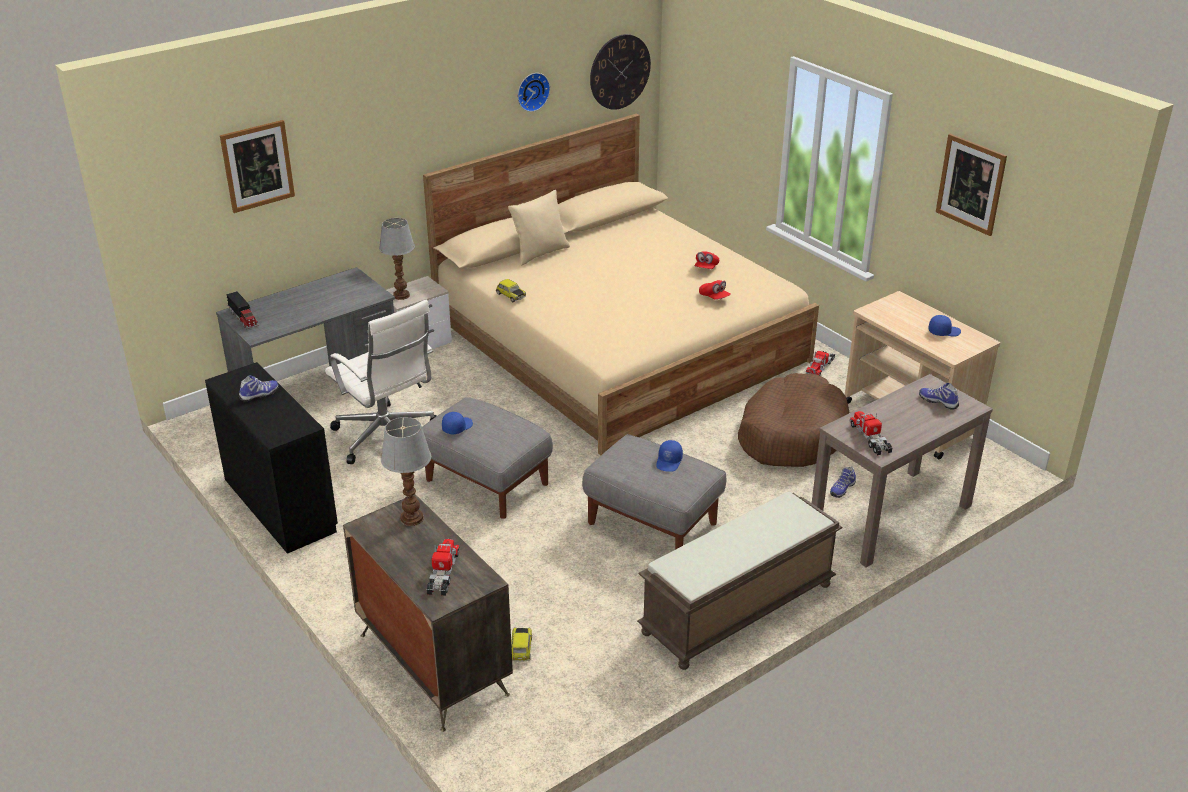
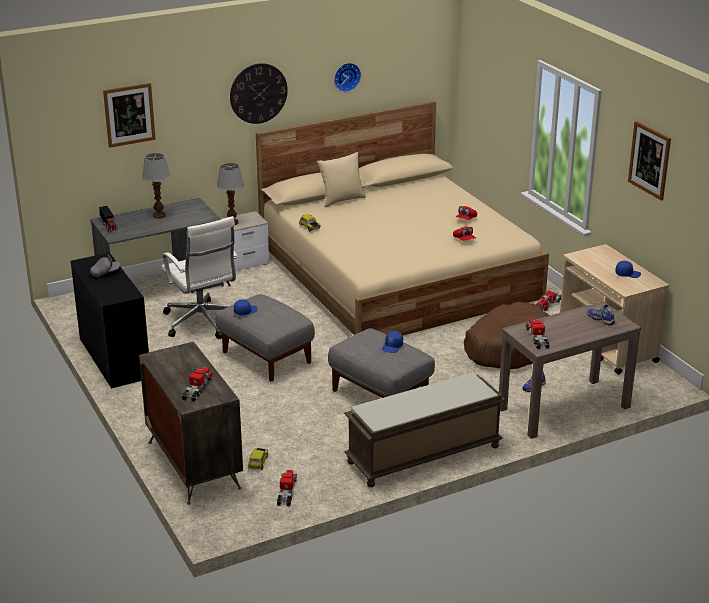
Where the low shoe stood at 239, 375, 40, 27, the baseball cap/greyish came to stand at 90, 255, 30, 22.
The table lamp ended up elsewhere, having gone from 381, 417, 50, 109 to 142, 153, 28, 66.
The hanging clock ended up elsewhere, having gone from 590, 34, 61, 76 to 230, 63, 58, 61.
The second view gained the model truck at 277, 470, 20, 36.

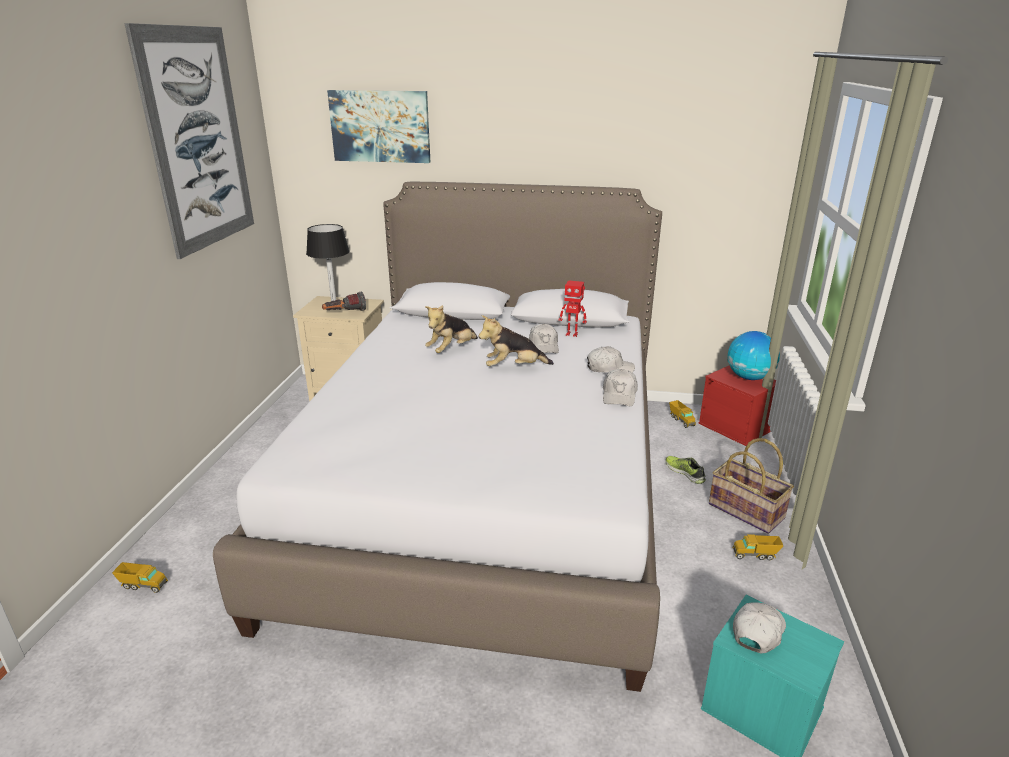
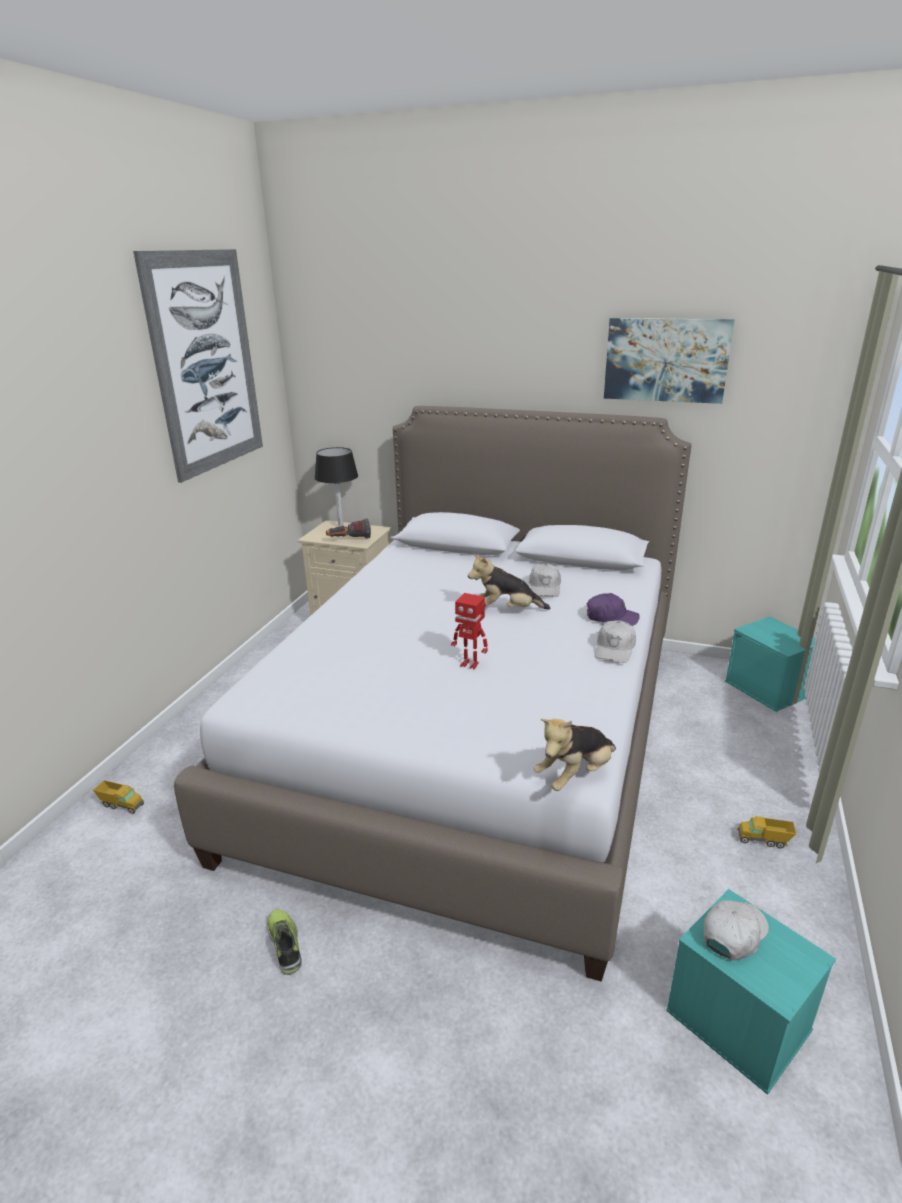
The low shoe ended up elsewhere, having gone from 665, 456, 41, 28 to 268, 909, 34, 66.
The toy robot ended up elsewhere, having gone from 558, 280, 29, 57 to 451, 593, 37, 77.
The cuddly toy ended up elsewhere, having gone from 425, 305, 53, 48 to 533, 719, 83, 72.
What was the baseball cap/white-coloured at 587, 346, 48, 27 turned into the baseball cap/purplish at 587, 593, 53, 33.
The wall picture ended up elsewhere, having gone from 327, 90, 103, 73 to 604, 318, 130, 86.
What was the storage container/red at 698, 365, 78, 81 turned into the storage container/turquoise at 725, 617, 91, 95.
The second view lost the model truck at 669, 400, 27, 28.
The second view lost the household basket at 709, 438, 85, 96.
The second view lost the desk globe at 727, 331, 53, 49.

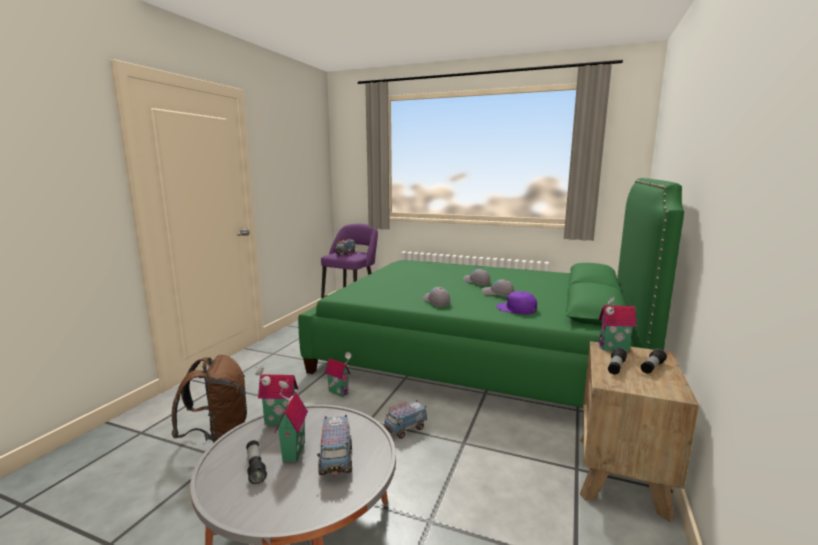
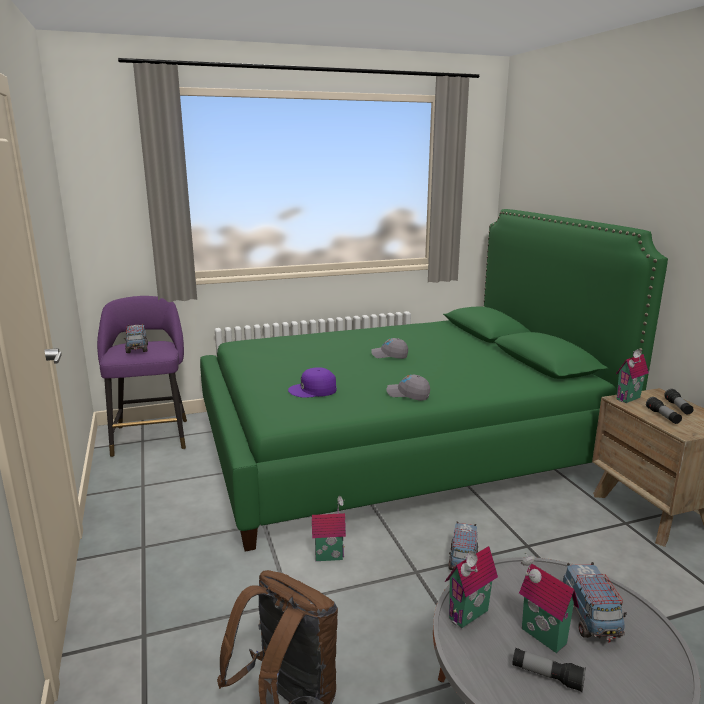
The baseball cap/purplish ended up elsewhere, having gone from 496, 291, 41, 23 to 288, 367, 49, 31.
The model truck at 317, 415, 35, 62 ended up facing another way, 45 degrees clockwise from before.
The second view lost the baseball cap/greyish at 482, 279, 32, 18.

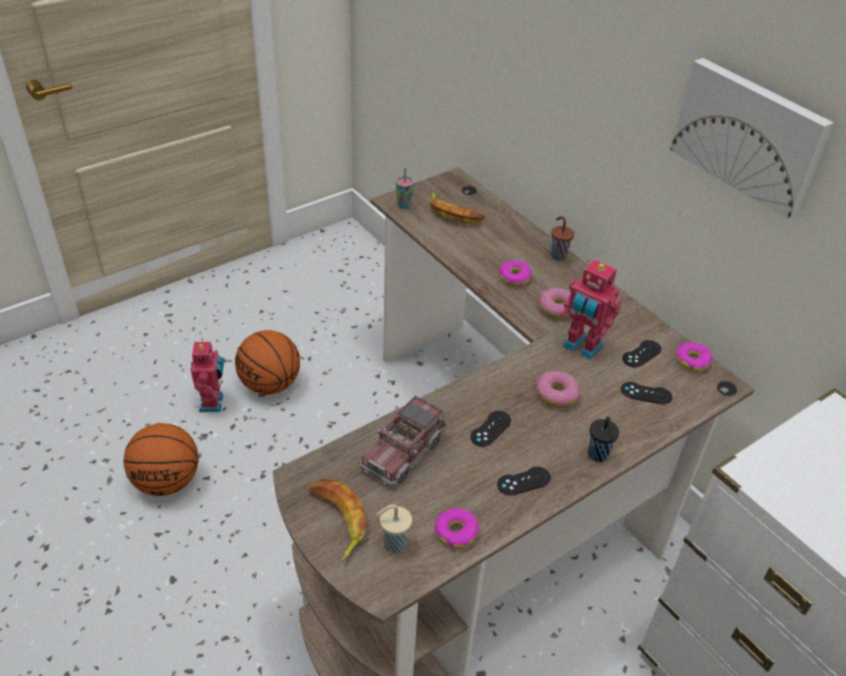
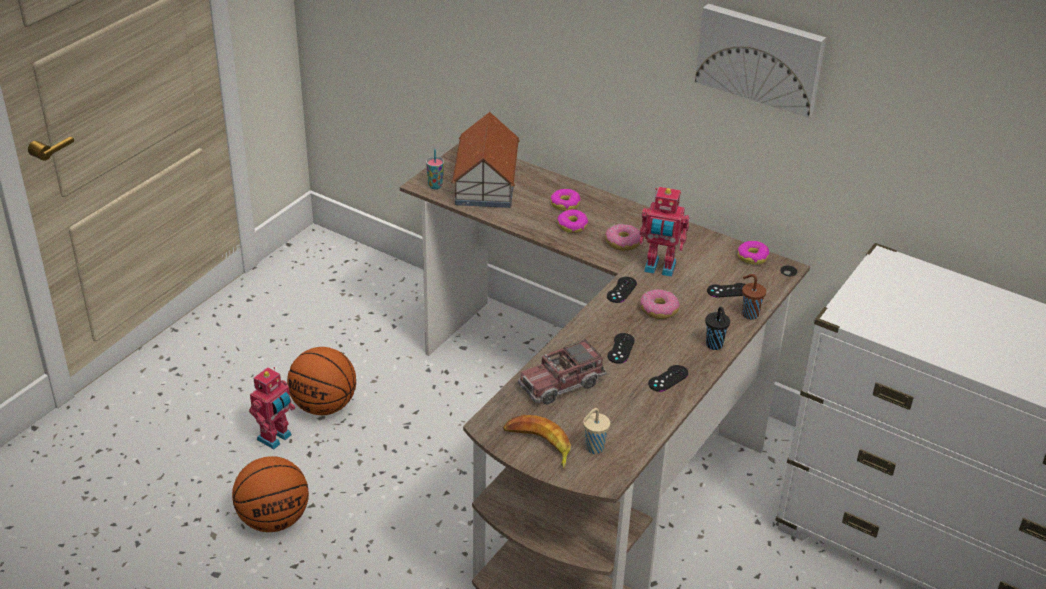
The toy robot at 191, 338, 33, 74 ended up facing another way, 60 degrees clockwise from before.
Where the whole banana stood at 429, 192, 56, 31, the model house came to stand at 451, 112, 69, 96.
The model truck at 360, 396, 88, 91 ended up facing another way, 45 degrees clockwise from before.
The ring doughnut ended up elsewhere, having gone from 434, 508, 45, 41 to 551, 189, 29, 22.
The game controller/black-coloured ended up elsewhere, having gone from 622, 340, 39, 28 to 607, 277, 30, 26.
The drinking cup/brownish ended up elsewhere, having gone from 551, 216, 23, 45 to 742, 274, 24, 46.

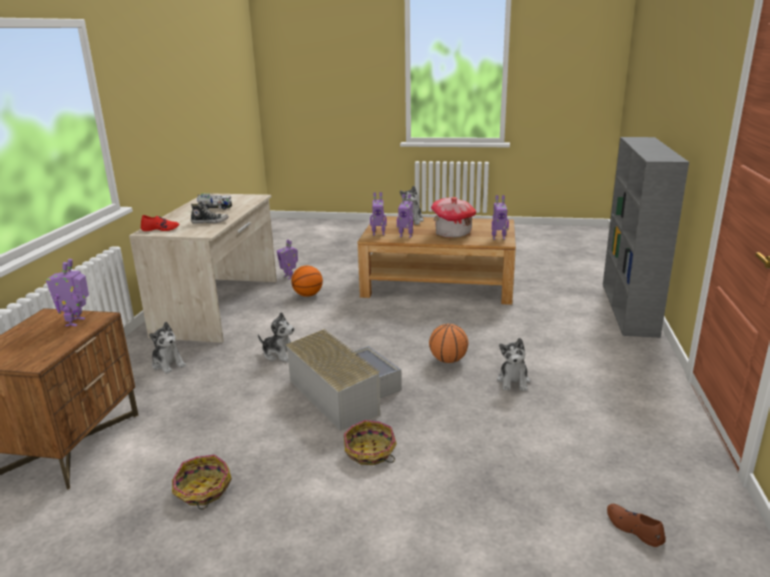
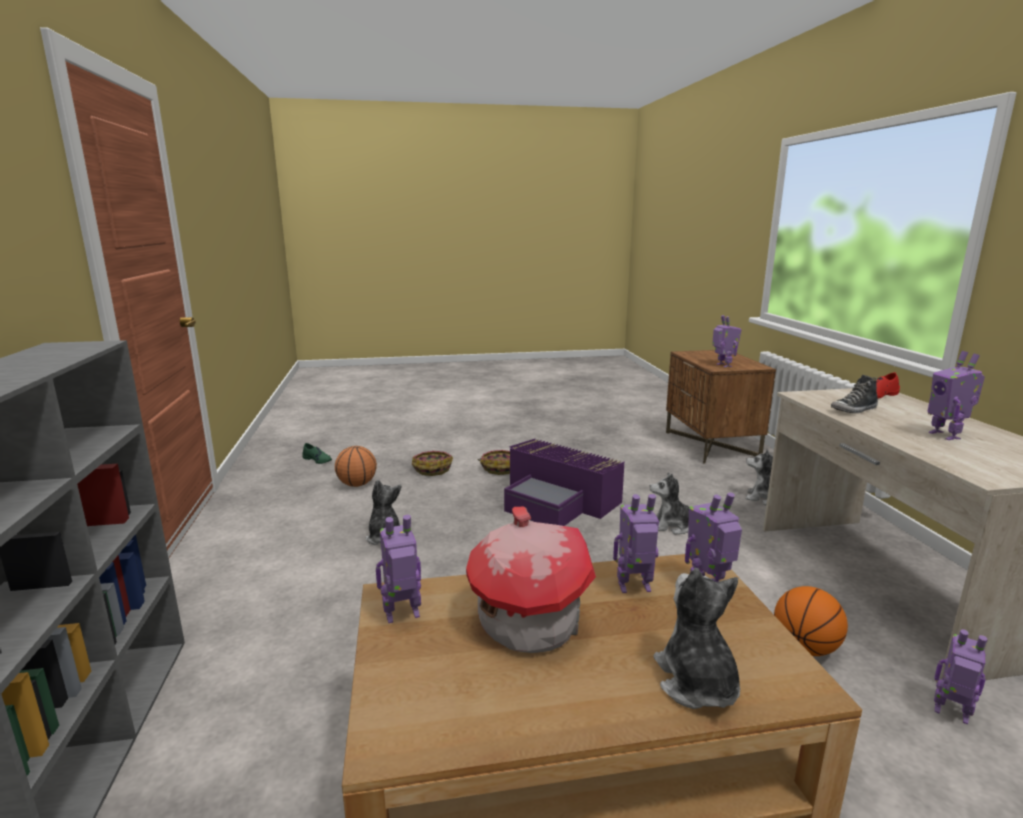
What was the low shoe/brownish at 607, 504, 59, 43 turned into the low shoe/green at 302, 443, 30, 21.
The ball for basketball ended up elsewhere, having gone from 429, 324, 39, 39 to 335, 446, 42, 41.
The household basket ended up elsewhere, having gone from 172, 455, 60, 55 to 412, 451, 41, 25.
What was the storage container/greyish at 286, 329, 116, 102 turned into the storage container/purplish at 504, 438, 121, 88.
Where the model truck stood at 197, 194, 35, 16, the toy robot came to stand at 928, 351, 57, 89.

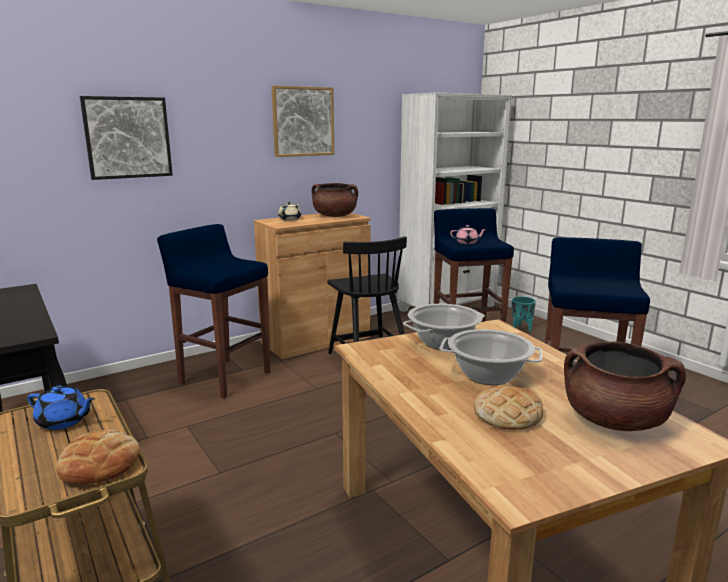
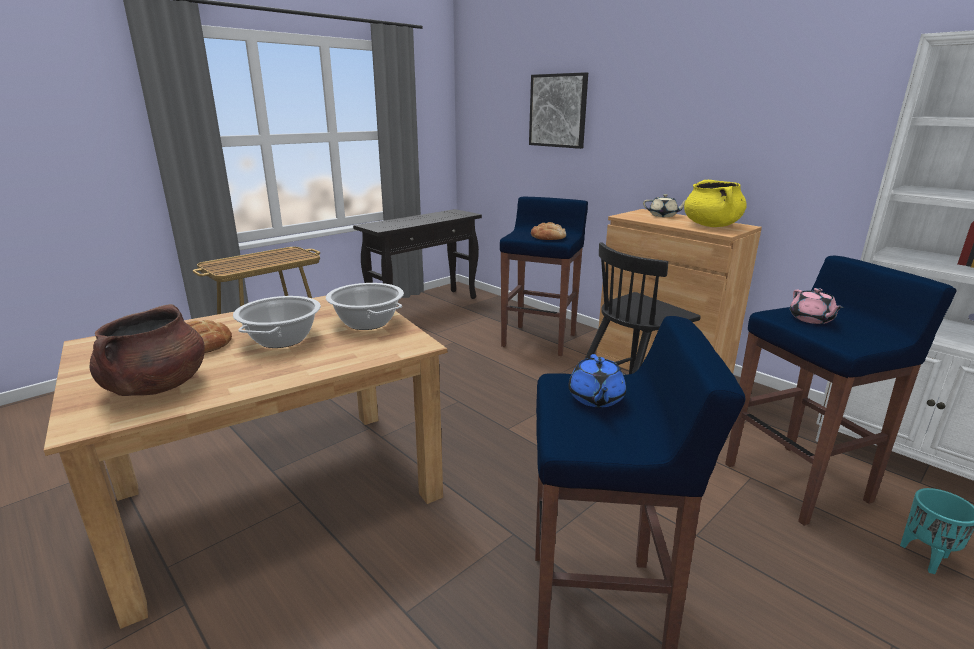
The bakery bread ended up elsewhere, having gone from 57, 430, 83, 55 to 531, 222, 35, 18.
The tea pot/bluish ended up elsewhere, having gone from 27, 385, 68, 45 to 568, 354, 58, 53.
What was the saucepot/brownish at 312, 183, 46, 34 turned into the saucepot/yellowish at 684, 180, 63, 47.
The second view lost the wall picture at 272, 86, 62, 71.

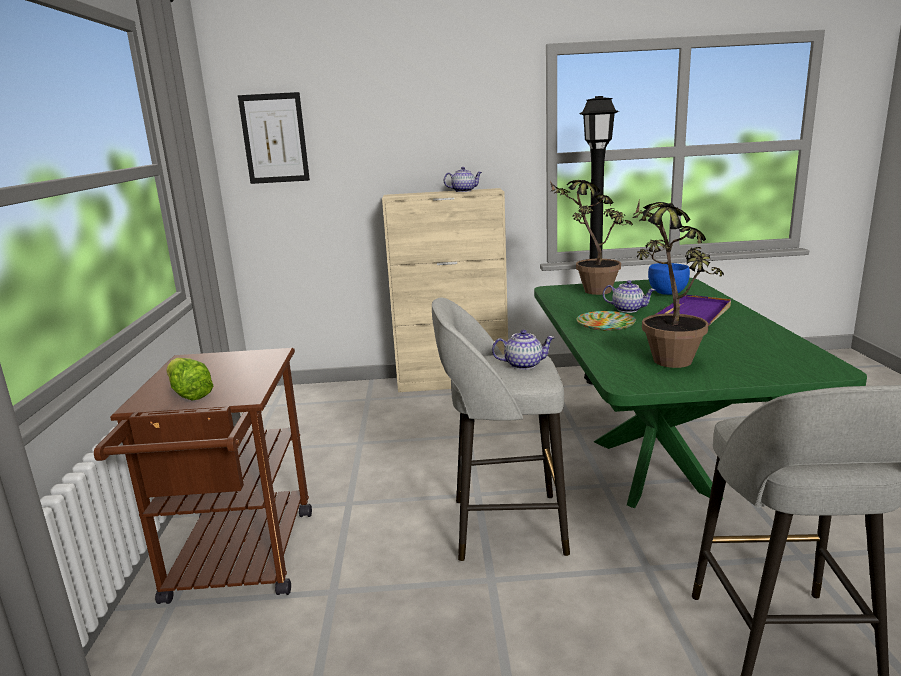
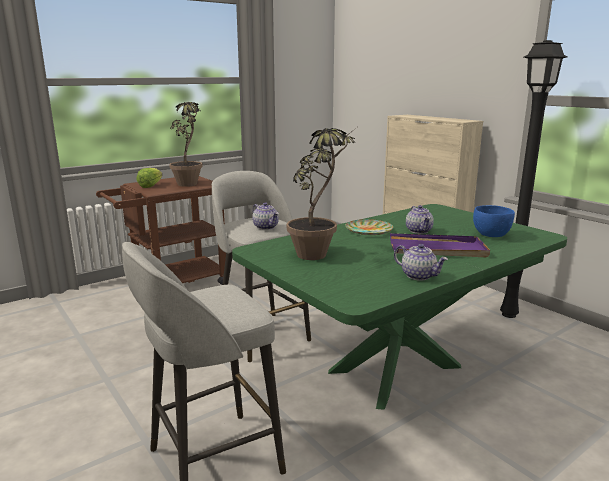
The houseplant ended up elsewhere, having gone from 550, 180, 83, 115 to 169, 102, 34, 85.
The tea pot ended up elsewhere, having gone from 444, 167, 38, 25 to 394, 244, 54, 37.
The second view lost the wall picture at 238, 92, 72, 92.

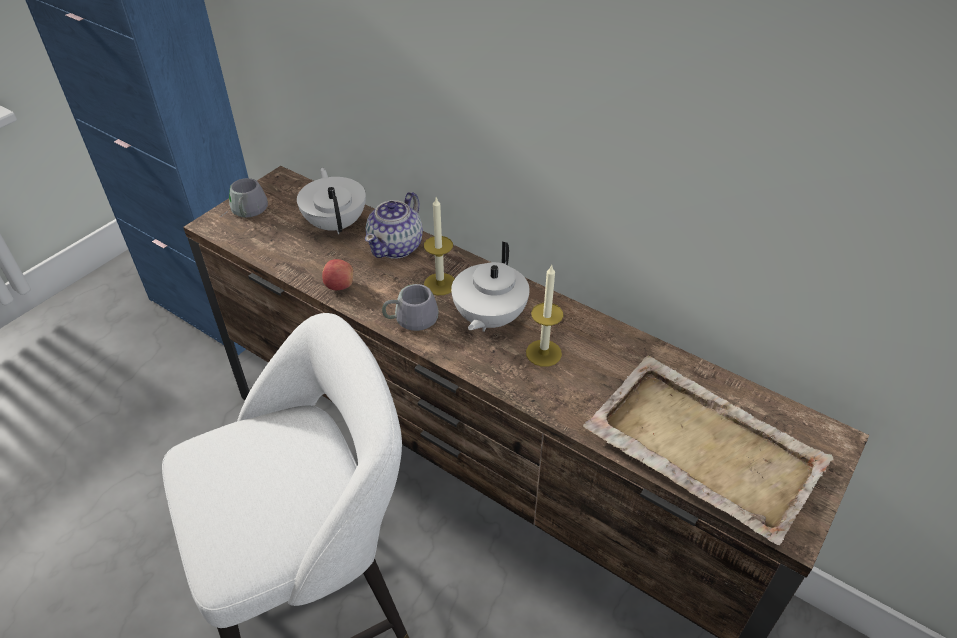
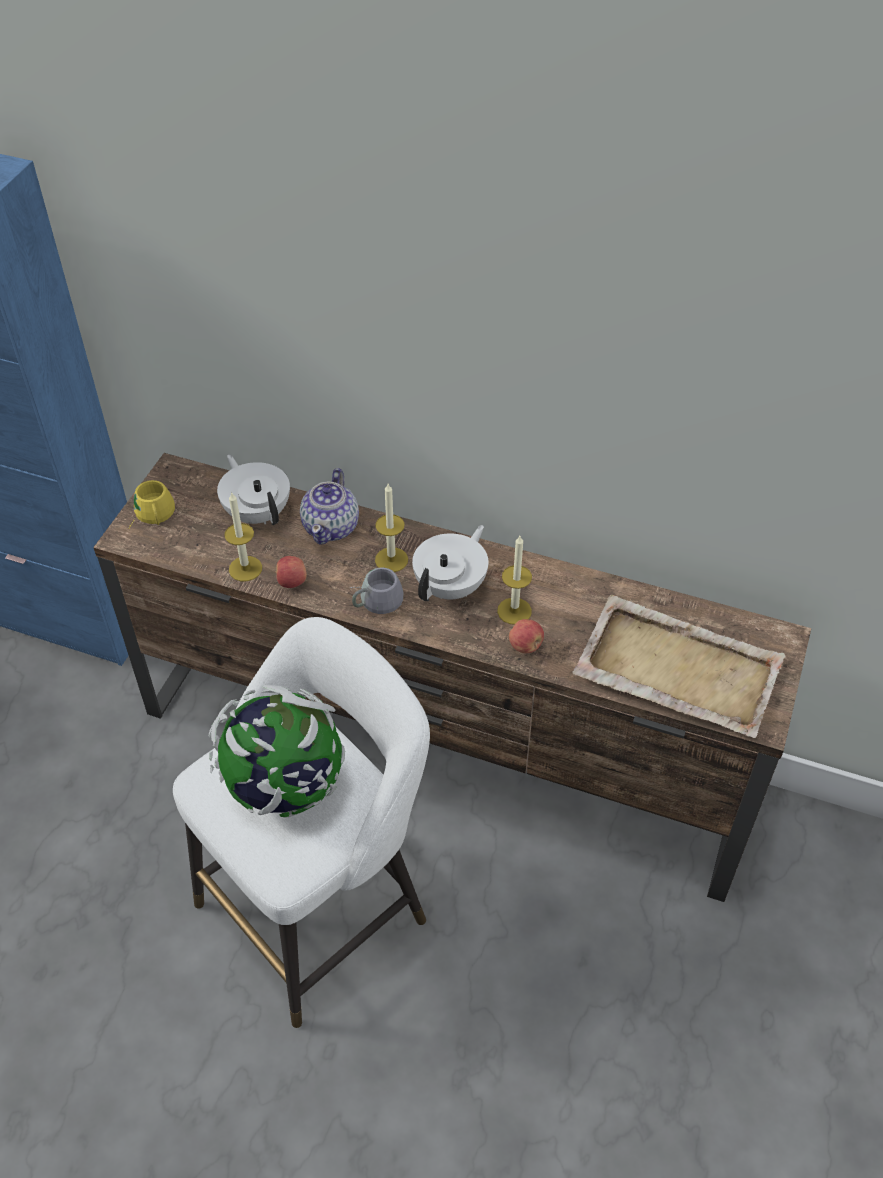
What was the coffee mug/greyish at 220, 178, 48, 40 turned into the coffee mug/yellowish at 128, 480, 47, 49.
The second view gained the desk globe at 209, 685, 136, 133.
The second view gained the wax candle at 224, 492, 38, 89.
The tea pot/white-coloured at 451, 242, 79, 90 ended up facing another way, 150 degrees counterclockwise from before.
The second view gained the whole apple at 509, 619, 35, 34.

